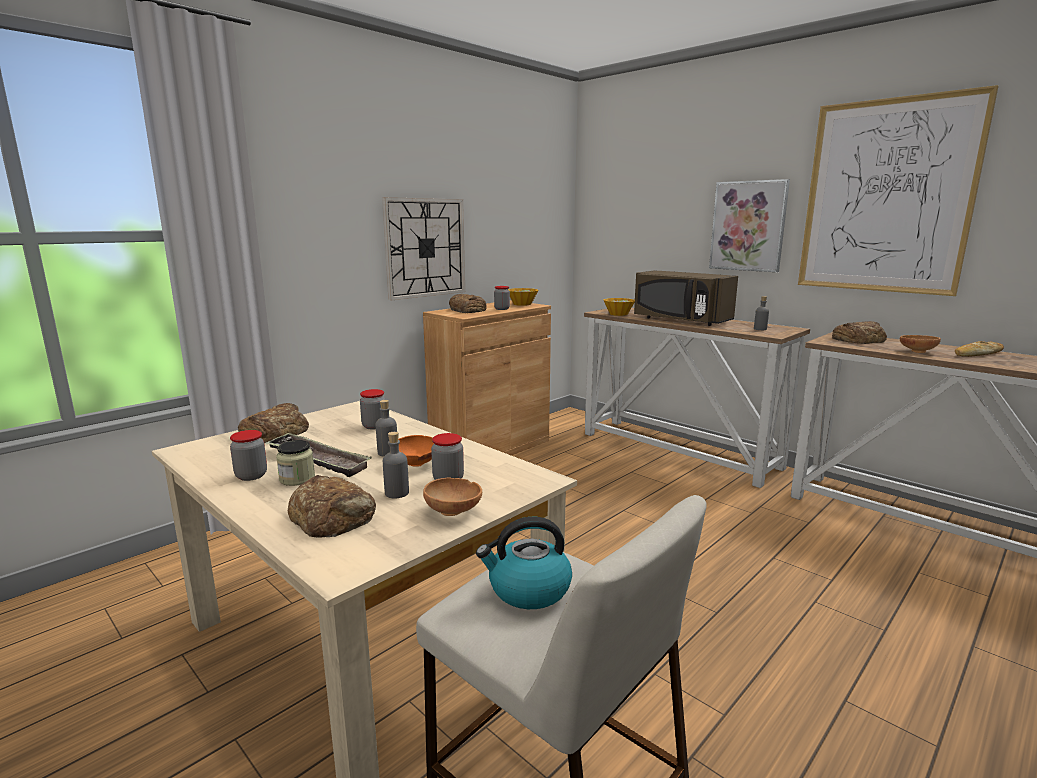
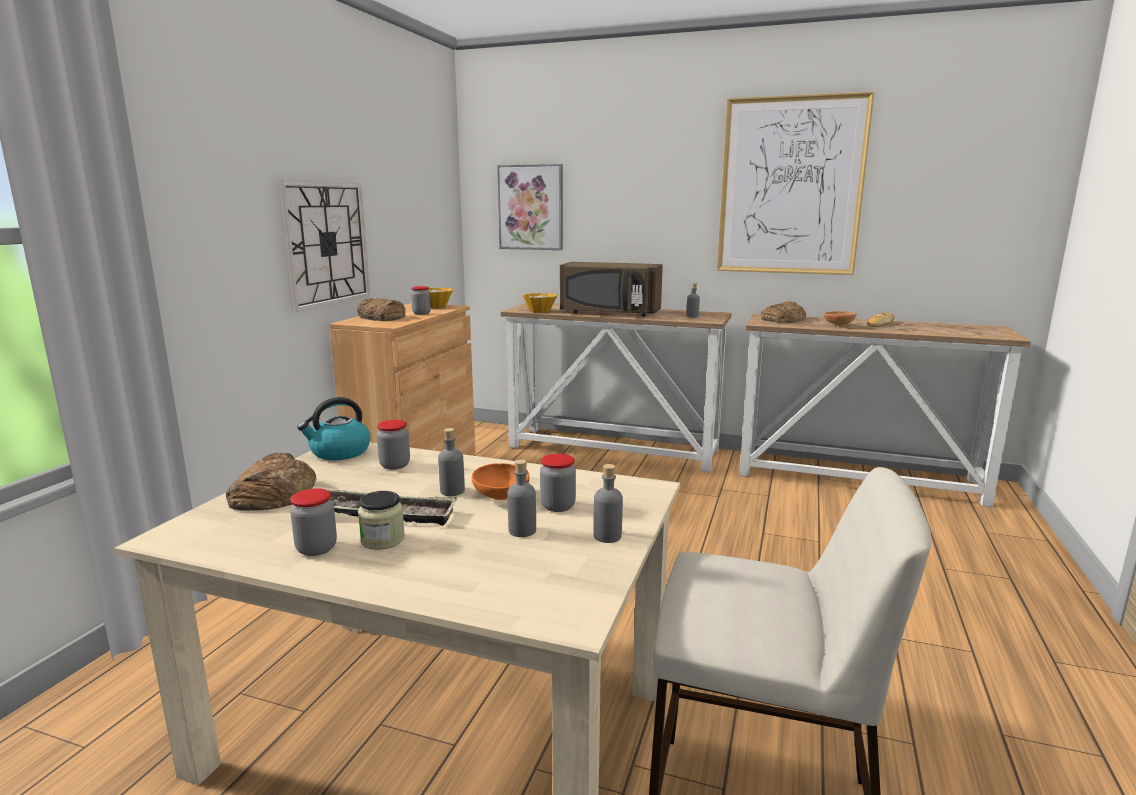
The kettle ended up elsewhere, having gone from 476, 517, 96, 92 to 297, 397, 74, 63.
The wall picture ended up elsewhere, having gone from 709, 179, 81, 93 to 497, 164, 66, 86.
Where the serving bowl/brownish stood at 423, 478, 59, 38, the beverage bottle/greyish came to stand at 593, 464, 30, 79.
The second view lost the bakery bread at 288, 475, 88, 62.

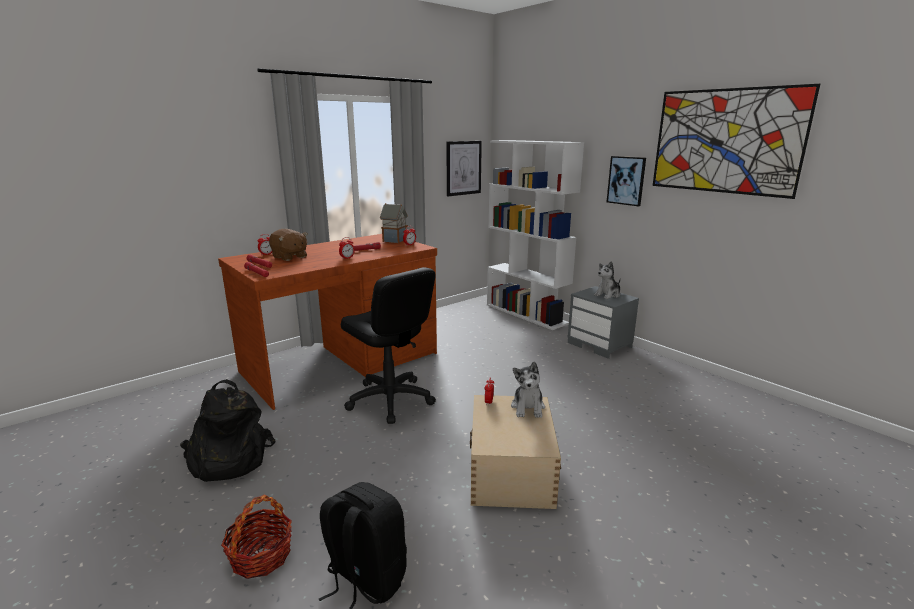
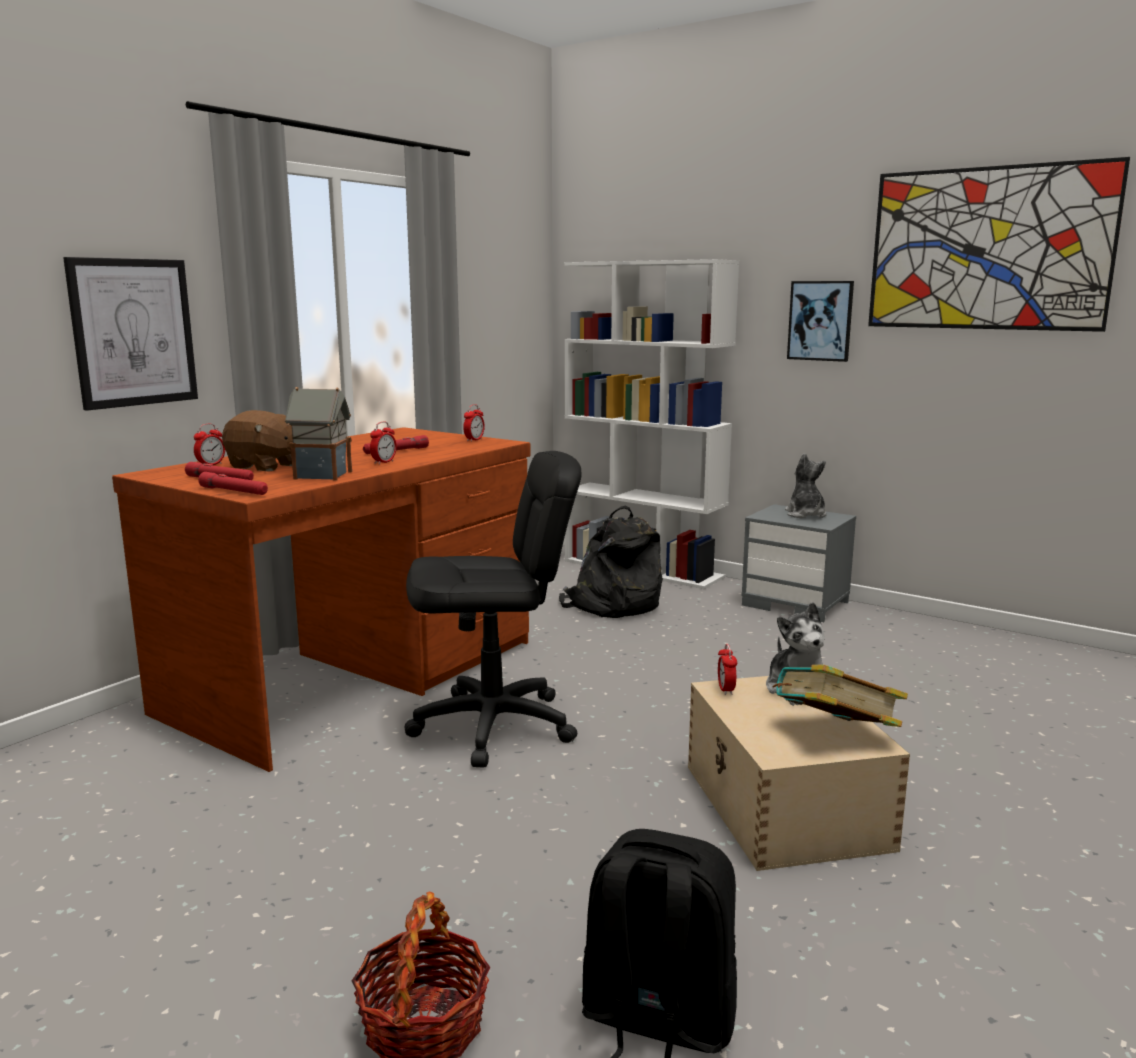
The wall picture ended up elsewhere, having gone from 446, 141, 36, 55 to 63, 257, 135, 154.
The model house ended up elsewhere, having gone from 380, 203, 28, 41 to 285, 387, 67, 94.
The desk chair/black-coloured at 341, 267, 95, 157 ended up facing another way, 45 degrees counterclockwise from before.
The backpack/black-coloured ended up elsewhere, having gone from 180, 379, 95, 103 to 559, 505, 104, 113.
The second view gained the volume at 772, 665, 136, 62.
The cuddly toy at 594, 261, 27, 38 ended up facing another way, 135 degrees clockwise from before.

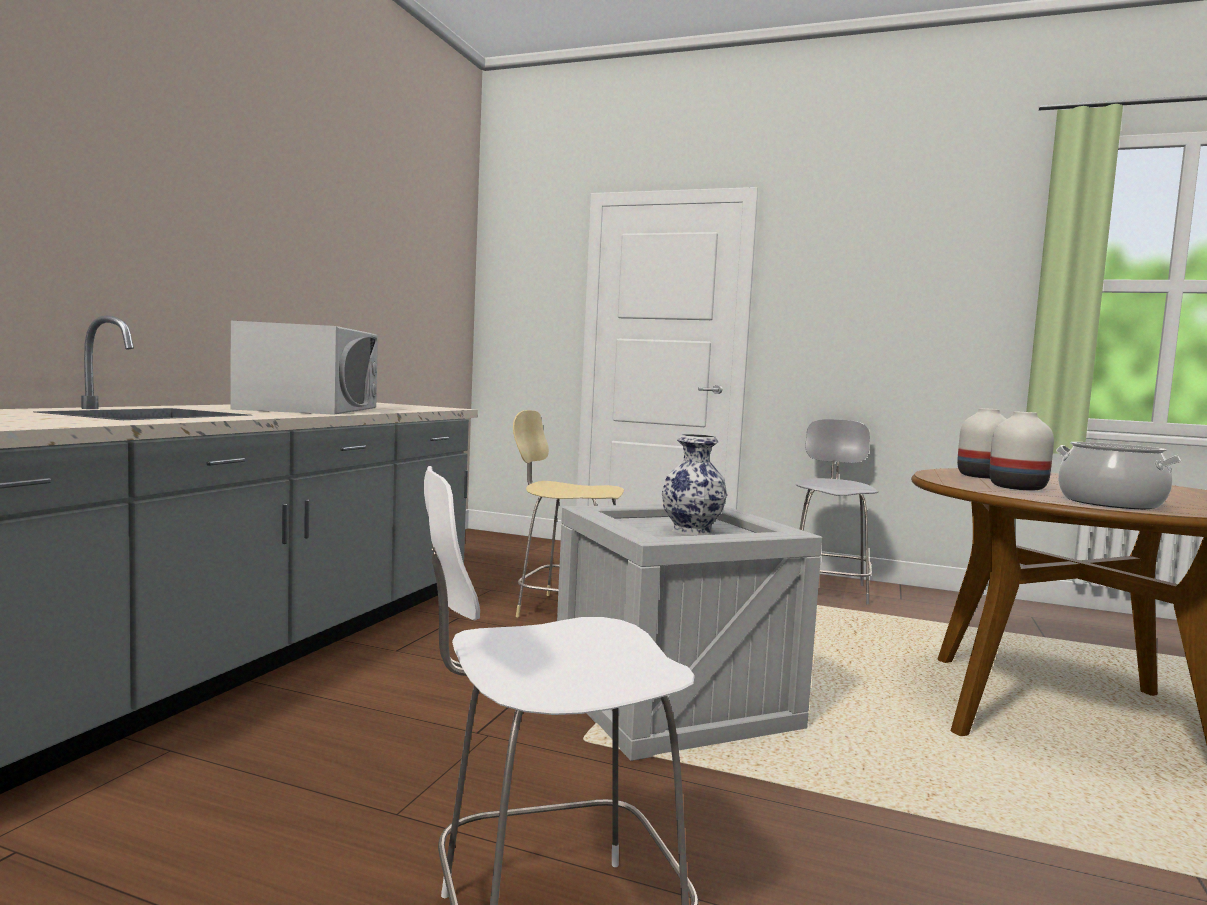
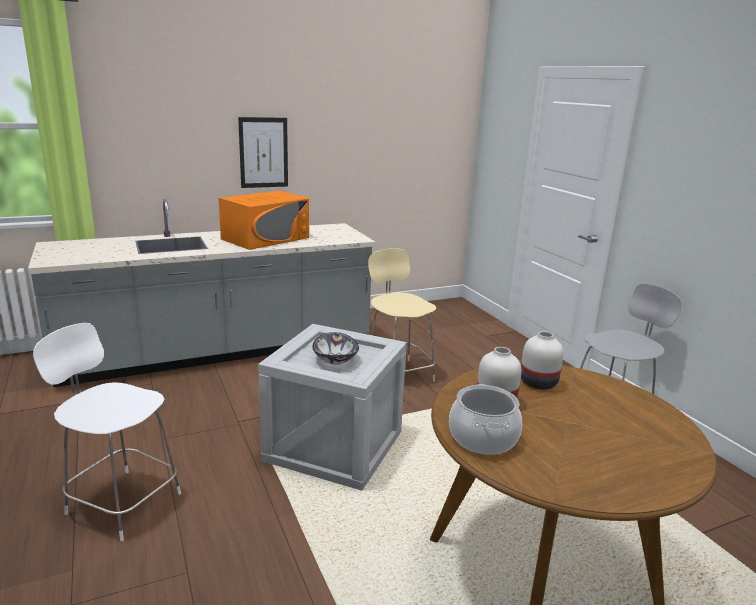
What was the microwave/white-coloured at 230, 321, 148, 94 turned into the microwave/orange-coloured at 219, 191, 90, 59.
The second view gained the wall picture at 238, 117, 50, 71.
Where the vase stood at 662, 434, 65, 101, the serving bowl came to stand at 312, 332, 47, 33.

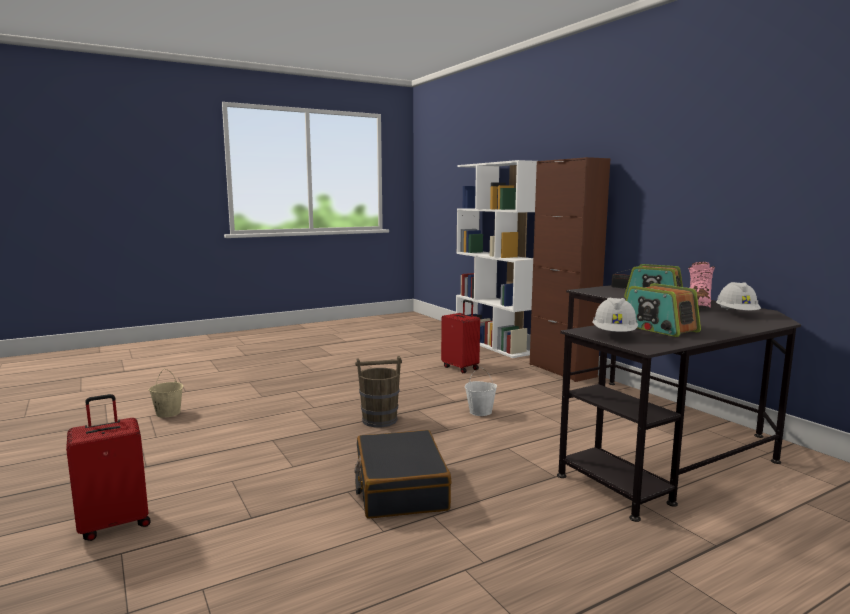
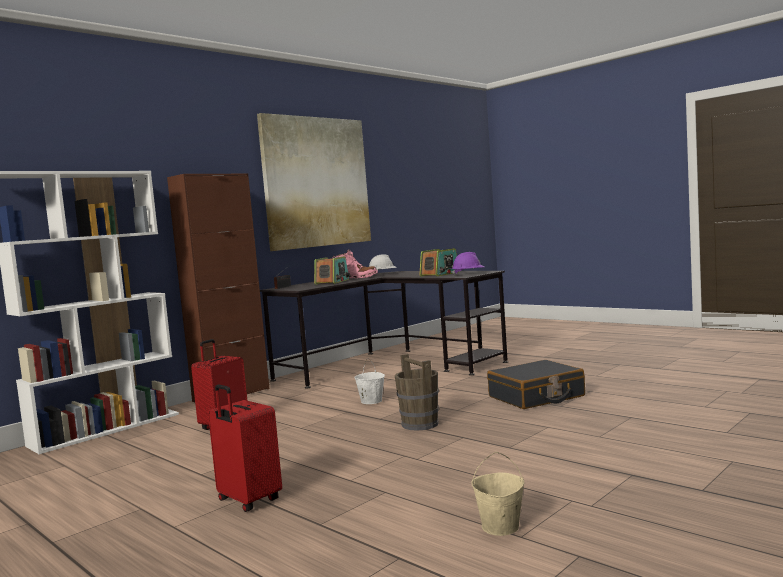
The suitcase/red ended up elsewhere, having gone from 66, 394, 85, 147 to 208, 384, 74, 128.
The second view gained the wall picture at 257, 113, 114, 138.
What was the hard hat/white-coloured at 592, 298, 46, 34 turned into the hard hat/purplish at 452, 252, 32, 23.

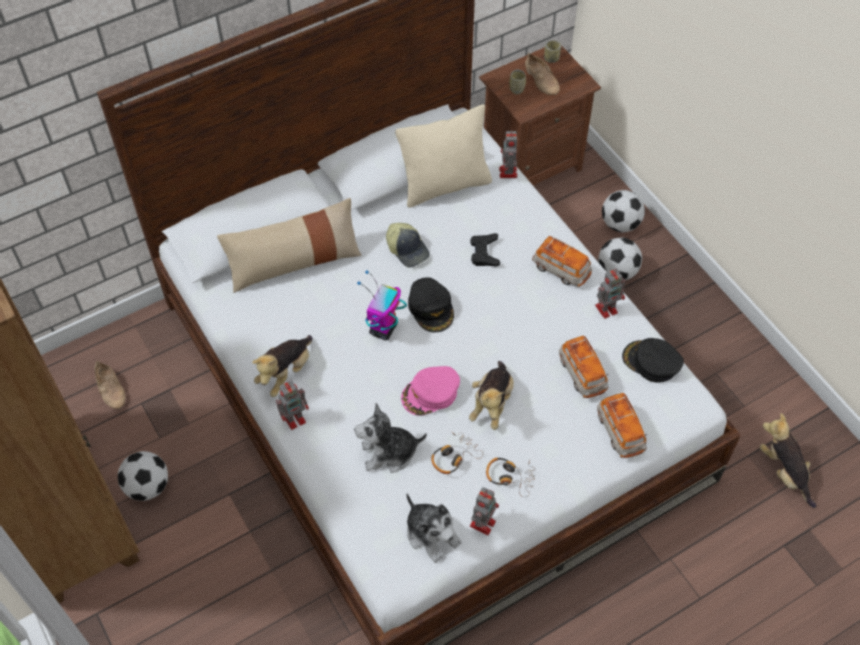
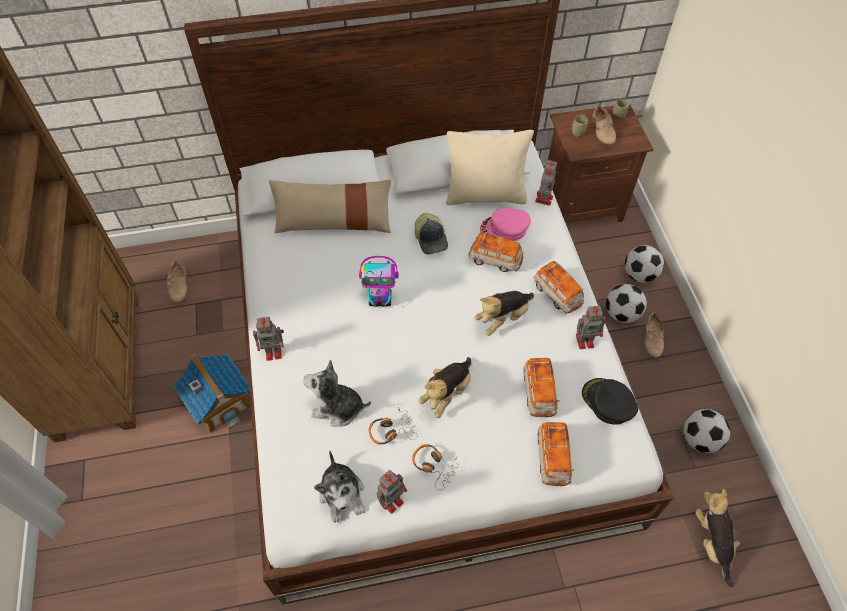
The second view gained the model house at 173, 354, 78, 79.
The toy robot at 357, 270, 50, 70 ended up facing another way, 135 degrees counterclockwise from before.
Where the game controller/black-coloured stood at 470, 233, 30, 34, the miniature car came to stand at 469, 232, 55, 40.
The cuddly toy ended up elsewhere, having gone from 253, 335, 60, 62 to 475, 291, 59, 45.
The baseball cap/pinkish ended up elsewhere, having gone from 401, 366, 59, 50 to 480, 208, 51, 33.
The second view gained the low shoe/beige-coloured at 644, 312, 20, 46.
The football ended up elsewhere, having gone from 118, 451, 50, 50 to 683, 409, 47, 44.
The second view lost the baseball cap/black-coloured at 408, 277, 46, 55.

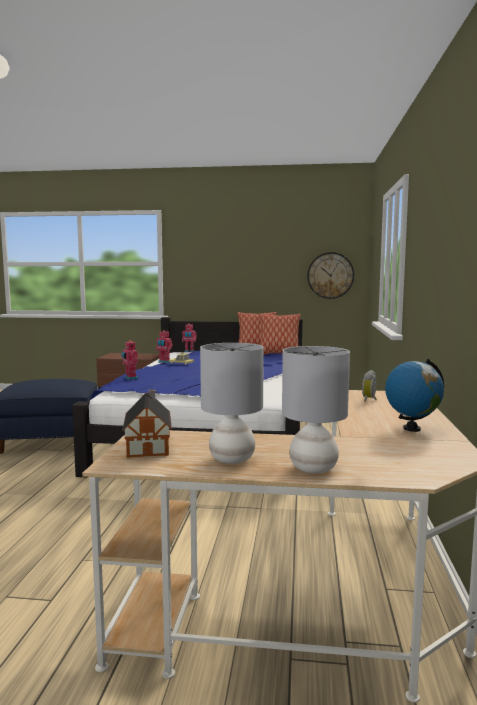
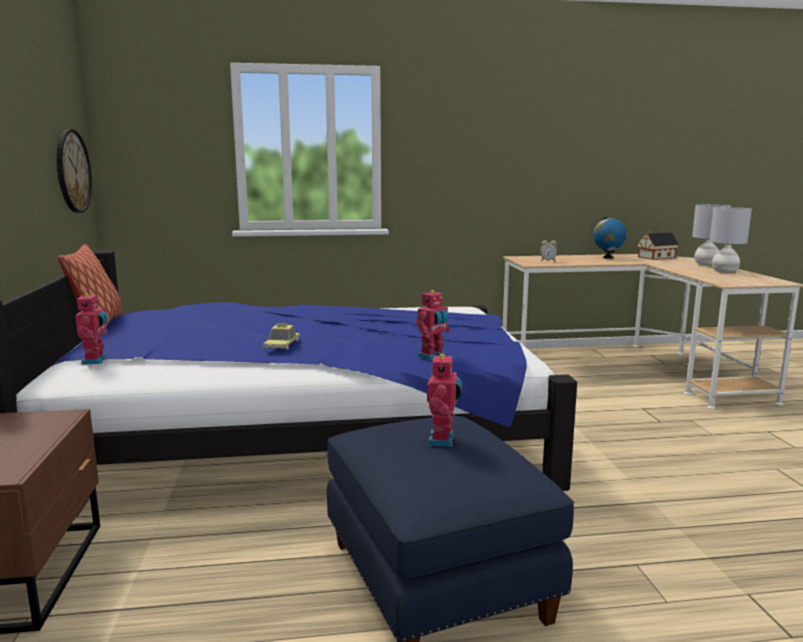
The toy robot ended up elsewhere, having gone from 155, 330, 18, 33 to 427, 352, 35, 95.
The model house ended up elsewhere, having gone from 122, 389, 50, 69 to 637, 231, 42, 29.
The second view lost the throw pillow at 259, 314, 42, 41.

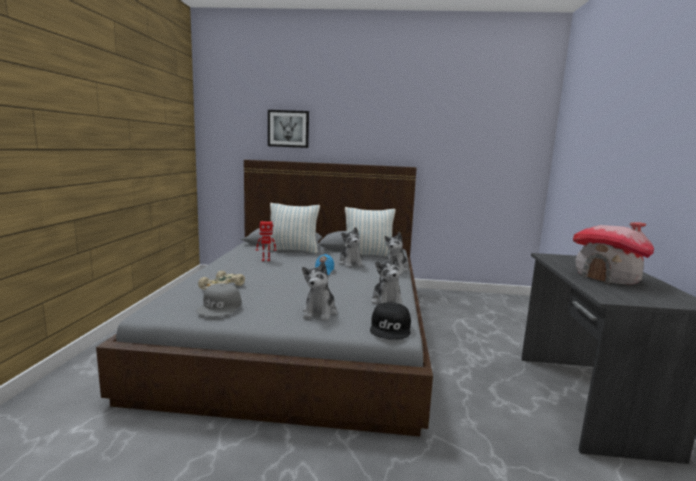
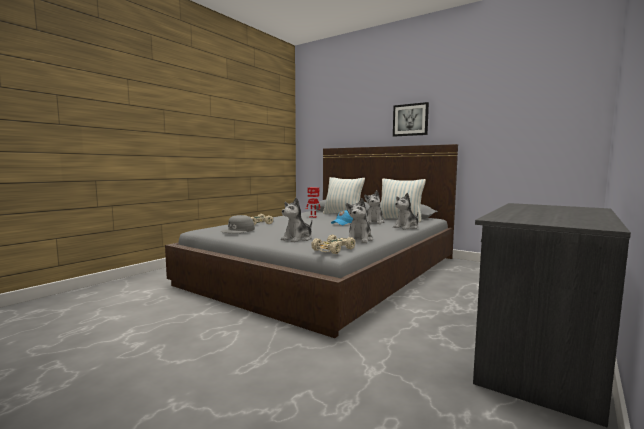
Where the baseball cap/black-coloured stood at 370, 303, 41, 37, the miniature car/beige-coloured came to stand at 311, 235, 45, 19.
The wall picture ended up elsewhere, having gone from 268, 110, 41, 38 to 393, 102, 36, 34.
The second view lost the model house at 573, 222, 81, 62.

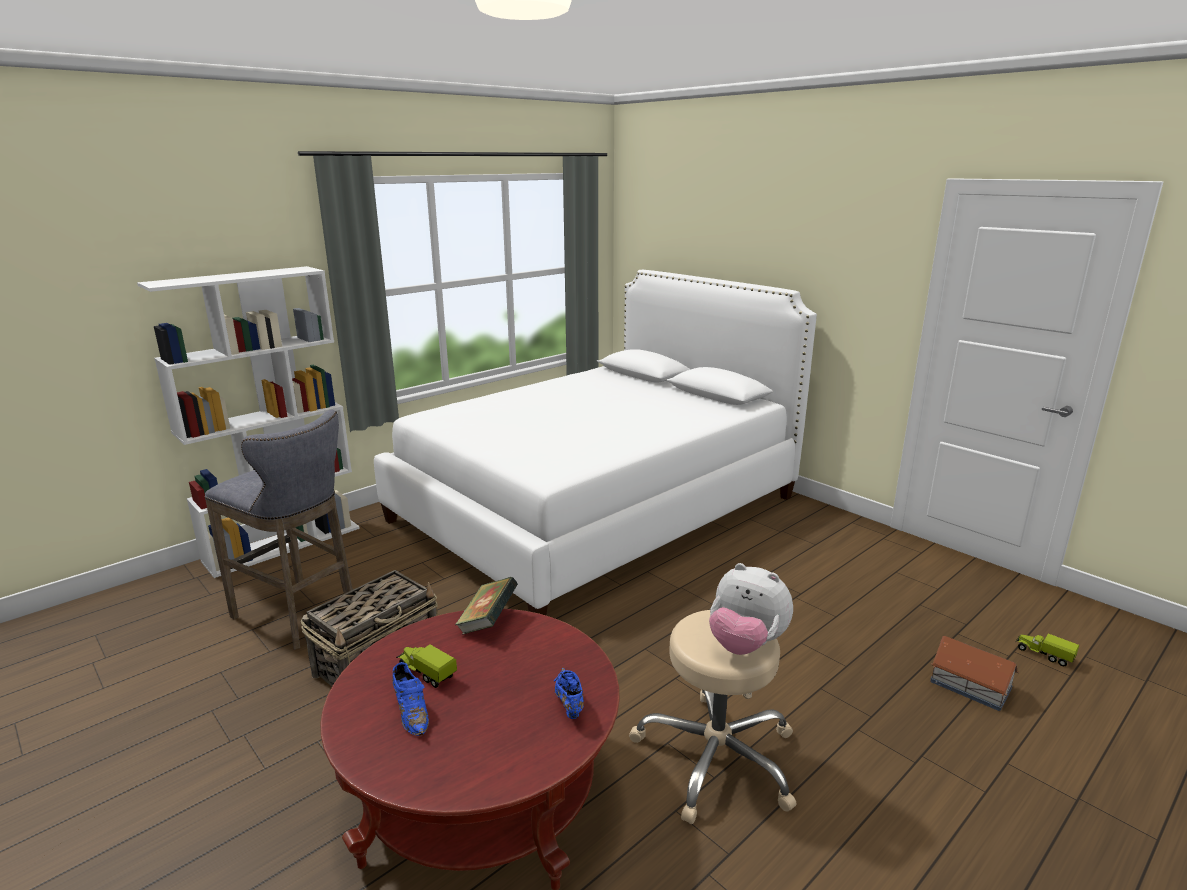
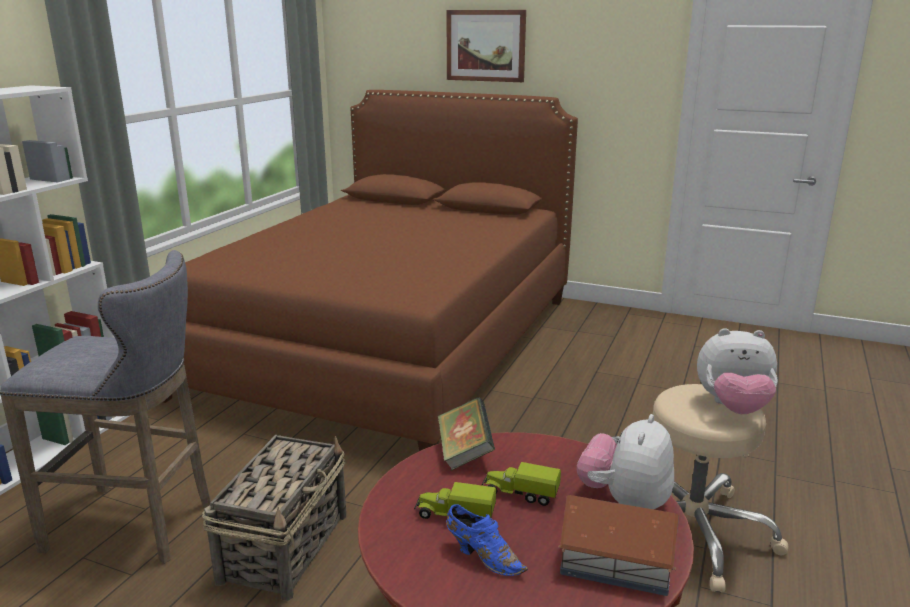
What was the bed/white-coloured at 374, 270, 443, 345 turned into the bed/brownish at 163, 90, 415, 361.
The second view gained the wall picture at 447, 10, 79, 72.
The model truck ended up elsewhere, having gone from 1015, 634, 64, 32 to 482, 462, 79, 44.
The model house ended up elsewhere, having gone from 930, 636, 89, 75 to 559, 495, 120, 101.
Where the low shoe/bluish stood at 554, 668, 30, 51, the cuddly toy came to stand at 577, 414, 97, 95.

